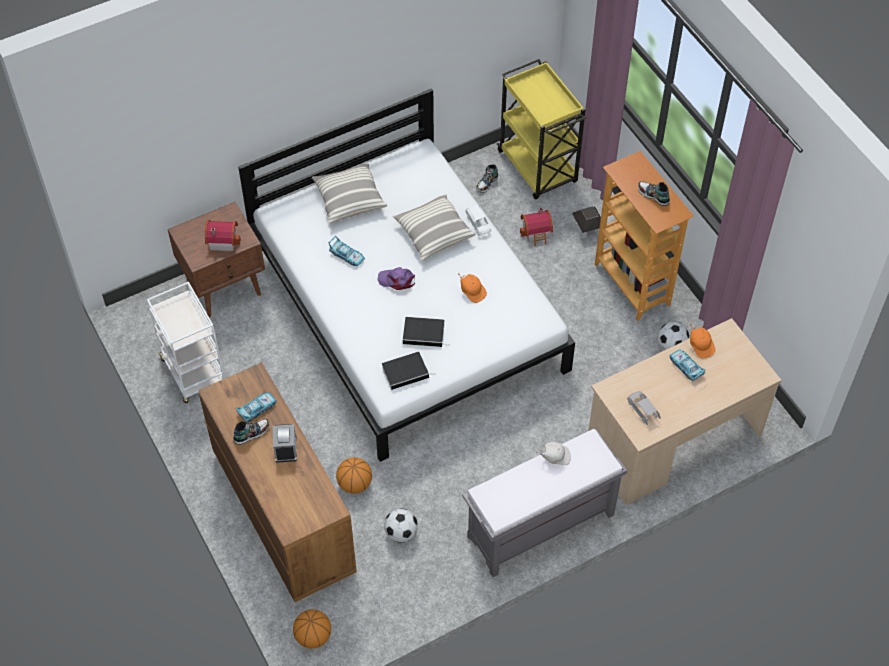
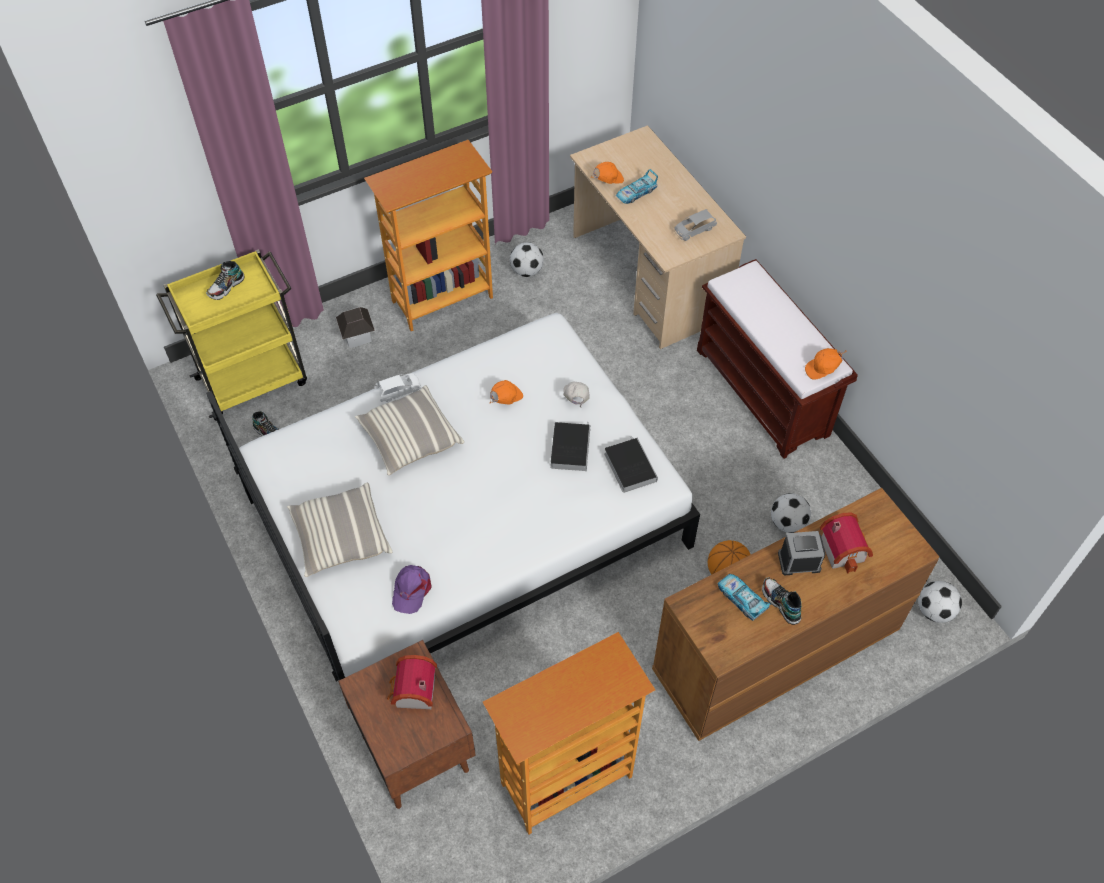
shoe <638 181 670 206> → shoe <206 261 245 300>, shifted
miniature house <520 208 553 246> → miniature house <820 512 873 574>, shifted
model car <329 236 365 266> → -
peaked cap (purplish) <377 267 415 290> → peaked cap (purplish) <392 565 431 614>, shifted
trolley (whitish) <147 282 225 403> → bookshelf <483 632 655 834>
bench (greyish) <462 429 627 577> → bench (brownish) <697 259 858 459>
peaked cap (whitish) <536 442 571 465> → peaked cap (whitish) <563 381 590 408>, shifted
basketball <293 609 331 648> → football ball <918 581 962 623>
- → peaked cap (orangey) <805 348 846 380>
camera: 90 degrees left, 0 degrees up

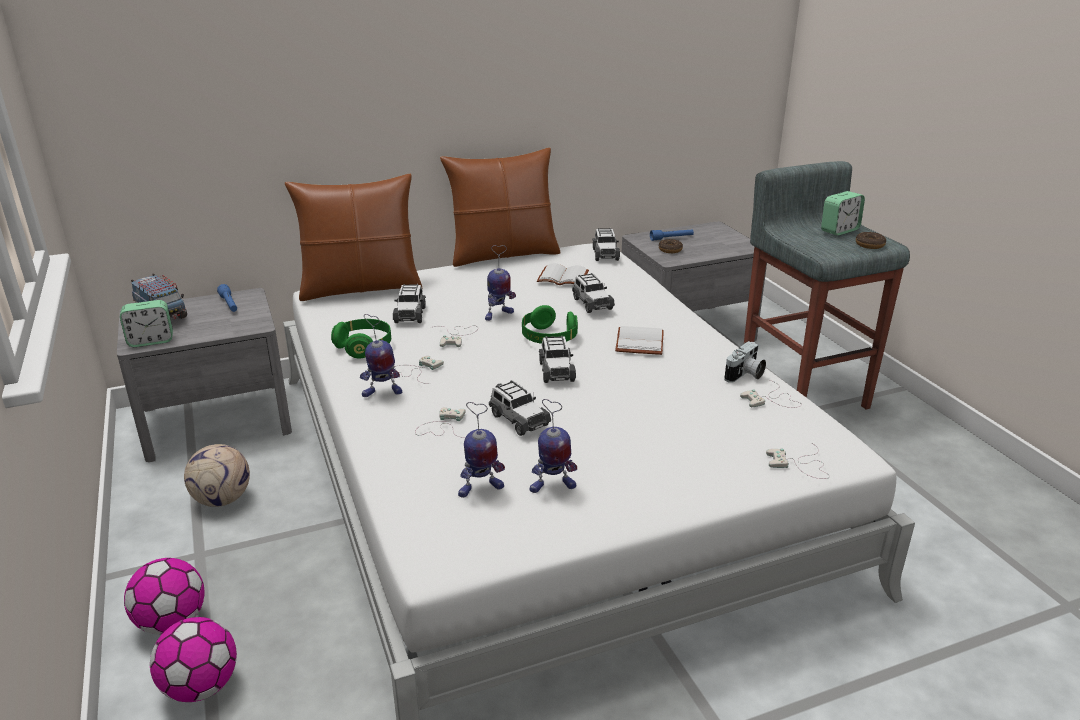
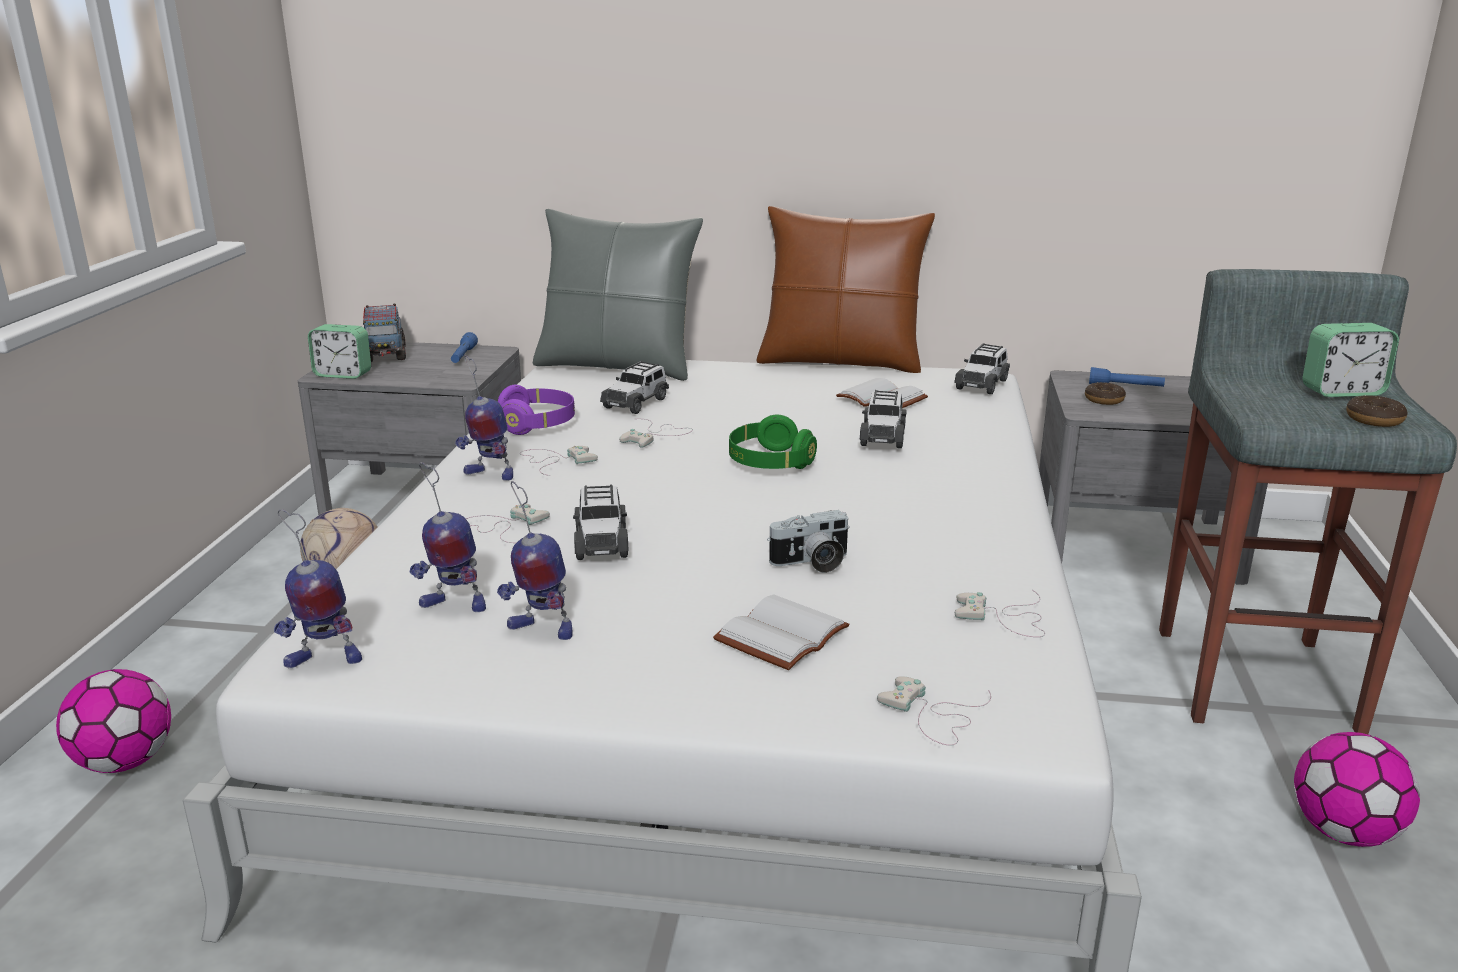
throw pillow (brownish) <285 174 422 301> → throw pillow (greyish) <533 209 703 381>
robot figure <485 245 516 321> → robot figure <274 509 362 668>, shifted
pair of headphones (green) <331 319 391 359> → pair of headphones (purplish) <497 385 575 435>
volume (whitish) <615 326 664 355> → volume (whitish) <713 594 850 670>, shifted
model car <539 336 576 383> → -
still camera <724 341 766 383> → still camera <767 510 850 573>, shifted
football ball <124 558 204 634> → football ball <1294 732 1420 847>, shifted
camera: 30 degrees right, 5 degrees down

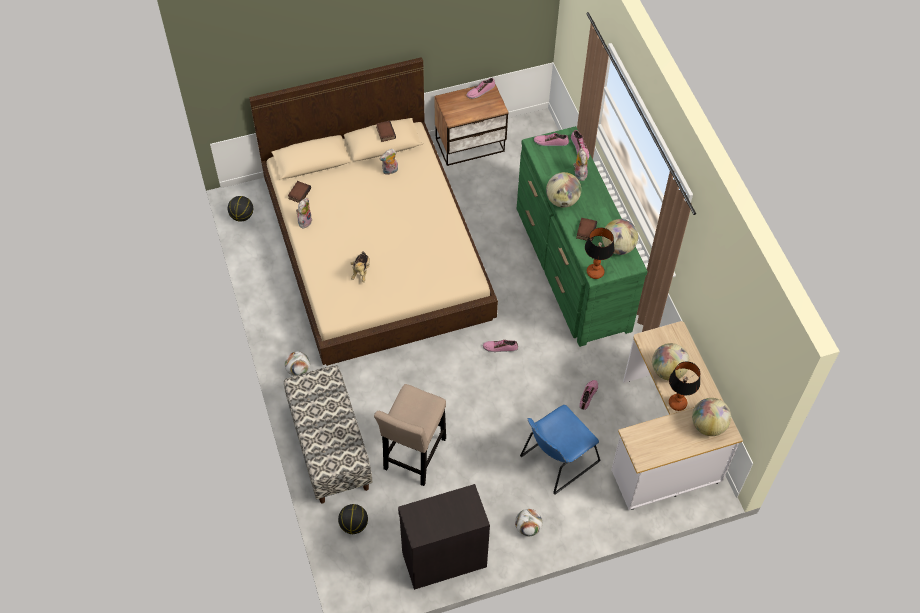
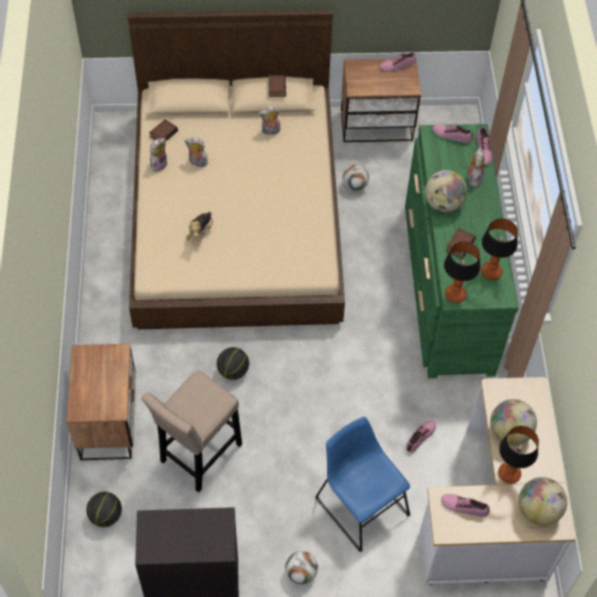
basketball <228 196 253 222> → basketball <217 347 249 380>, shifted
desk globe <602 219 638 255> → table lamp <481 219 518 280>
shoe <483 340 518 352> → shoe <441 494 490 517>, shifted
football ball <285 351 310 376> → football ball <342 165 369 191>, shifted
bench <284 365 372 504> → night table <67 344 136 460>
plain chair (blue) <520 405 600 495> → plain chair (blue) <315 417 411 552>, 75 degrees clockwise
- → soft toy <185 137 208 167>
camera: 15 degrees right, 0 degrees up

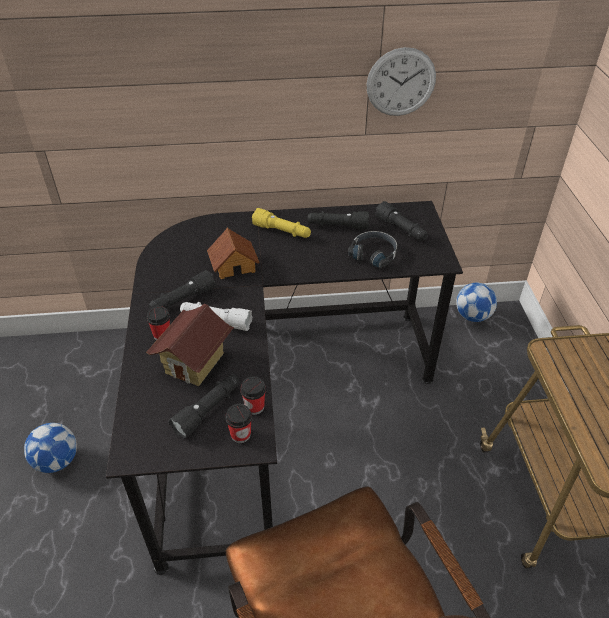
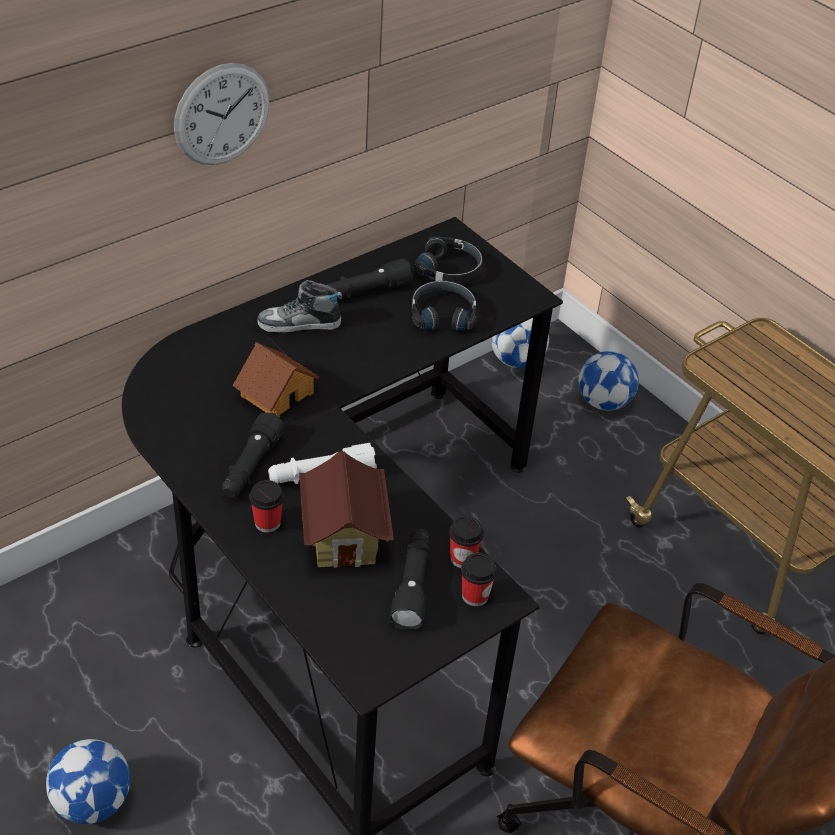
wall clock <366 47 436 116> → wall clock <174 63 270 165>, shifted
hand torch (black) <376 201 428 241> → pair of headphones (black) <414 237 482 284>
hand torch (yellow-coloured) <252 208 311 238> → shoe <257 280 342 333>
- → football ball <579 351 639 411>
camera: 35 degrees left, 0 degrees up

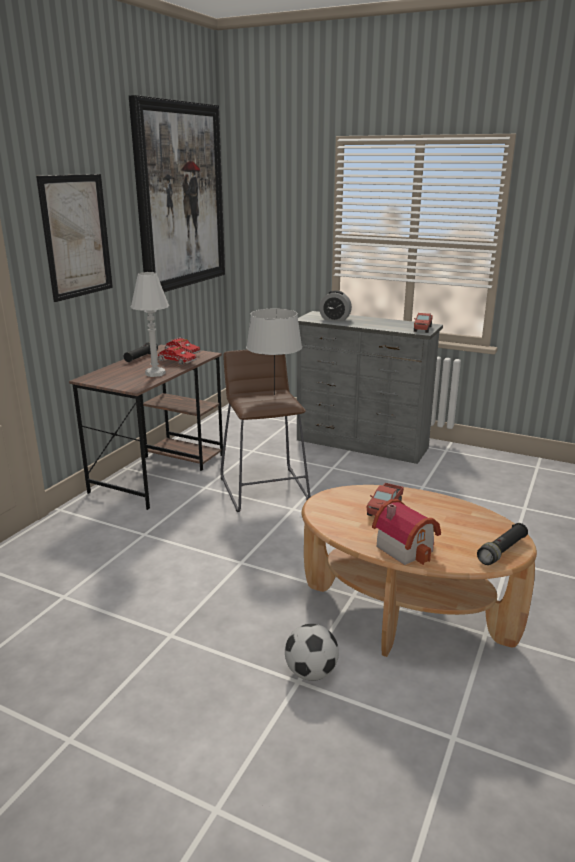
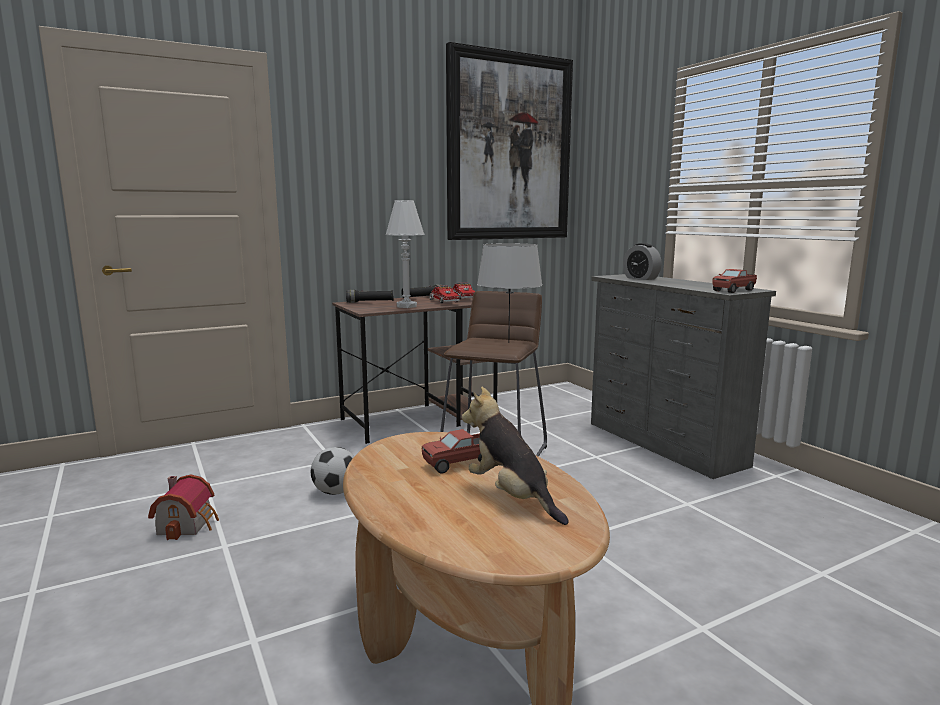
wall art <36 174 113 302> → -
miniature house <372 499 441 565> → miniature house <148 474 219 540>, shifted
hand torch (black) <477 523 528 565> → hand torch (black) <346 290 393 303>, shifted
football ball <285 624 339 681> → football ball <311 447 354 495>, shifted
- → soft toy <462 386 569 525>
camera: 35 degrees right, 10 degrees down

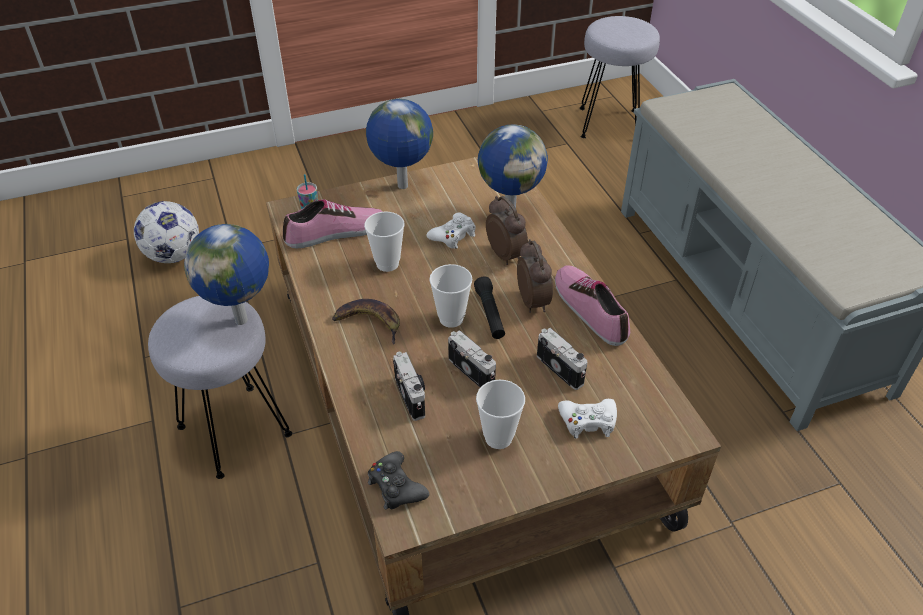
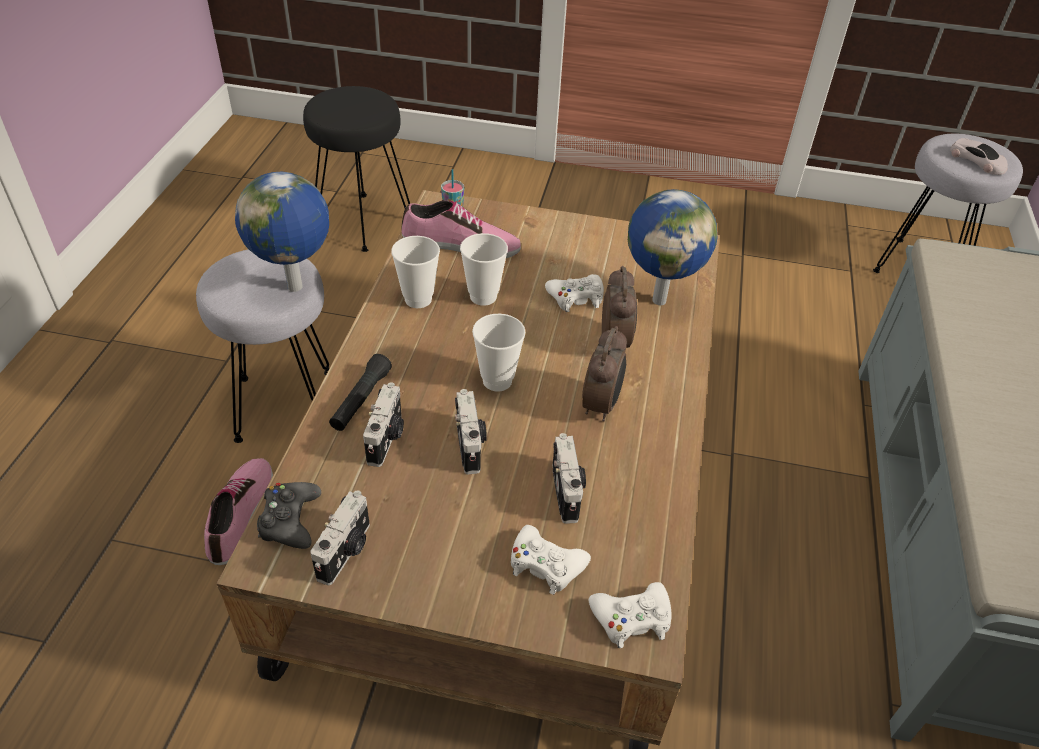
desk globe <366 99 433 189> → -
football ball <134 201 199 263> → sitting stool (black) <303 86 410 252>
shoe <555 265 630 346> → shoe <204 458 273 565>, shifted
hand torch (black) <474 277 505 339> → hand torch (black) <329 354 392 431>, shifted
whole banana <332 299 400 344> → -
cup <476 380 525 449> → cup <391 236 440 308>, shifted
- → model car (whitish) <950 138 1008 175>
- → still camera <310 490 370 585>
- → gamepad (whitish) <589 582 672 648>
camera: 30 degrees right, 0 degrees up

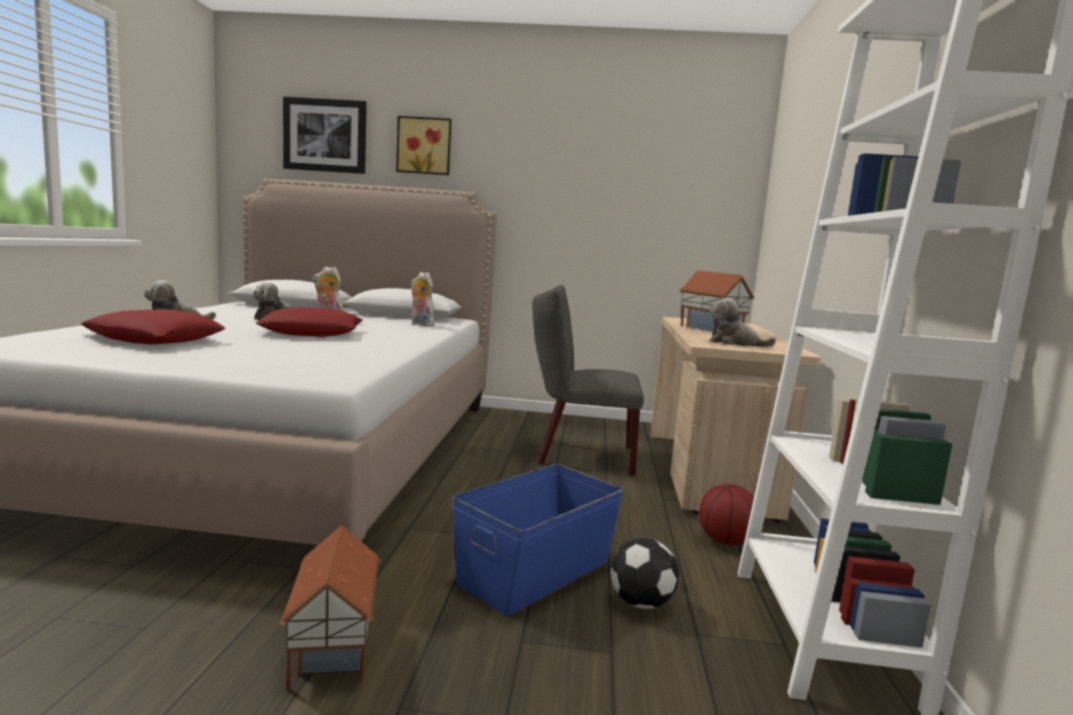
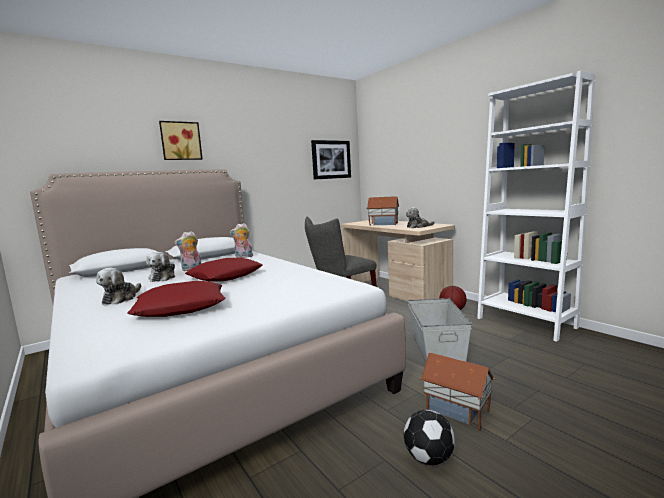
wall art <283 97 367 174> → wall art <311 140 351 180>, shifted
storage box (blue) <452 464 624 616> → storage box (greyish) <408 298 472 362>
football ball <610 538 679 609> → football ball <404 410 455 465>, shifted
camera: 40 degrees left, 0 degrees up

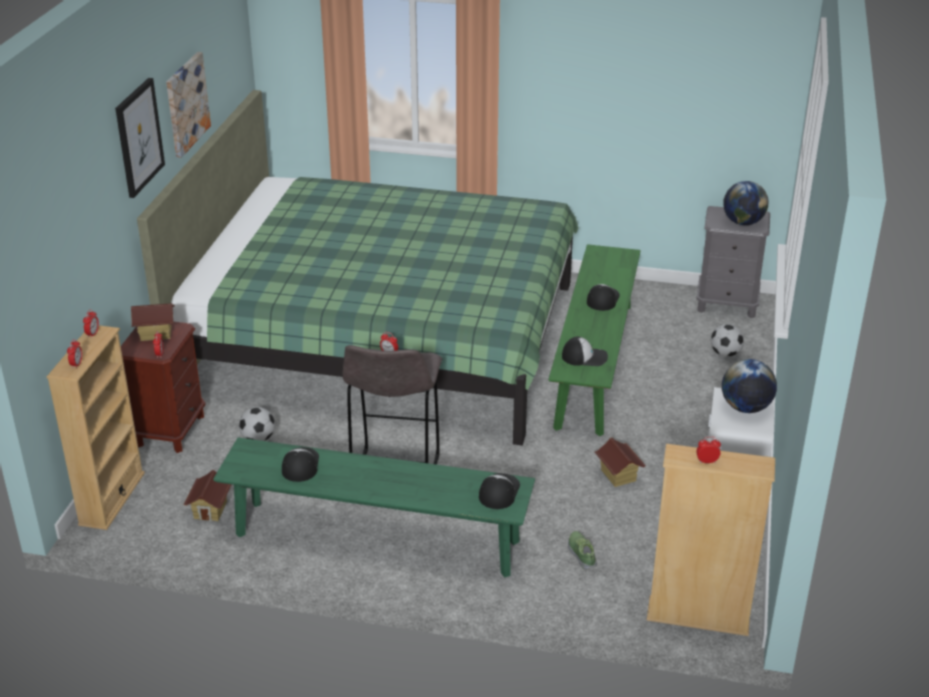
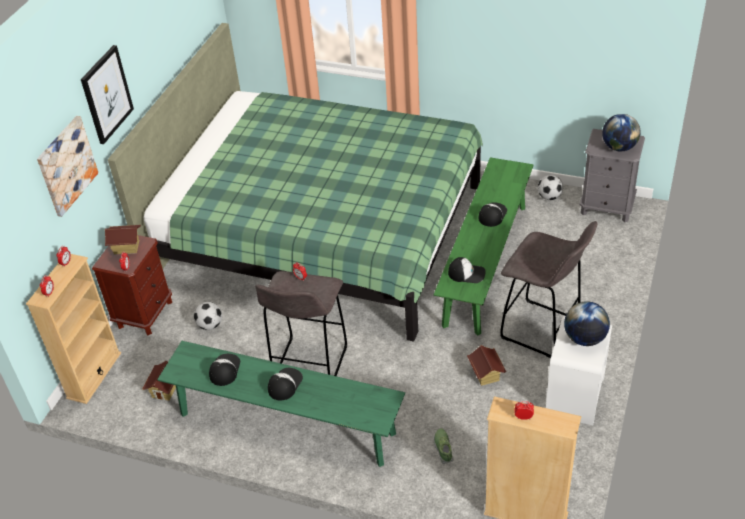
wall art <166 52 211 158> → wall art <37 116 98 217>, shifted
football ball <711 324 744 357> → football ball <538 175 563 200>, shifted
peaked cap <479 473 520 509> → peaked cap <268 368 303 401>, shifted
- → sitting stool (greyish) <500 221 597 358>
camera: 10 degrees right, 10 degrees up

